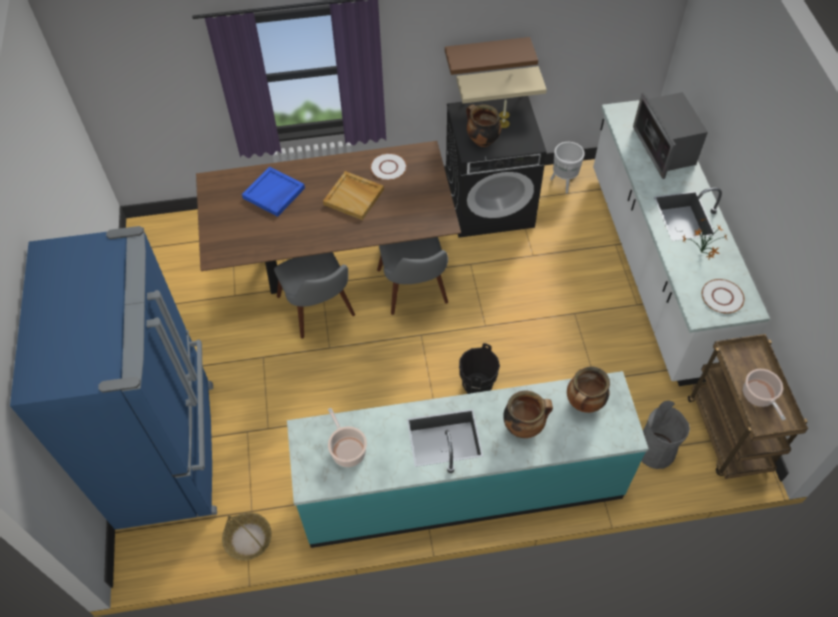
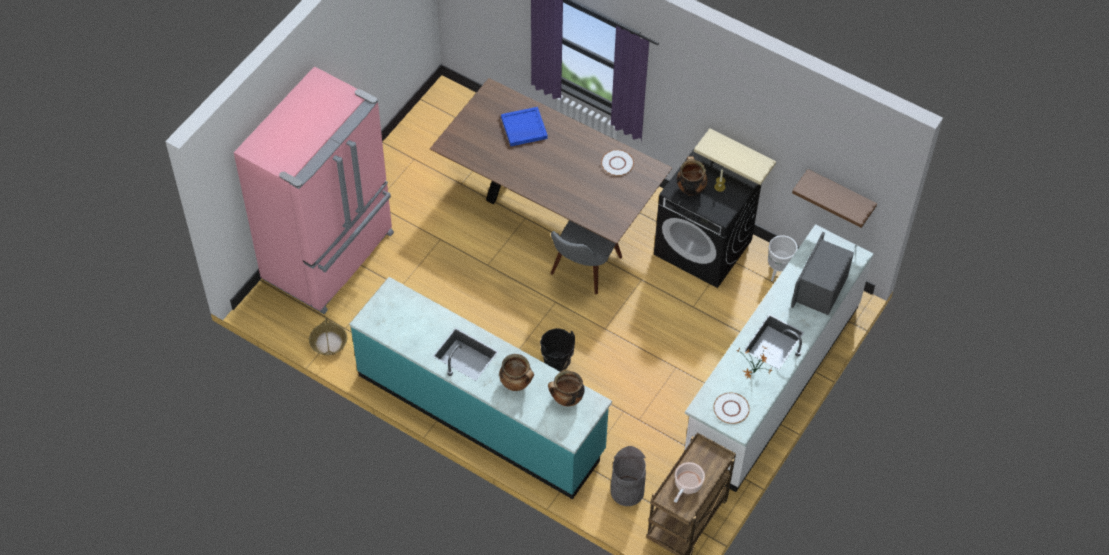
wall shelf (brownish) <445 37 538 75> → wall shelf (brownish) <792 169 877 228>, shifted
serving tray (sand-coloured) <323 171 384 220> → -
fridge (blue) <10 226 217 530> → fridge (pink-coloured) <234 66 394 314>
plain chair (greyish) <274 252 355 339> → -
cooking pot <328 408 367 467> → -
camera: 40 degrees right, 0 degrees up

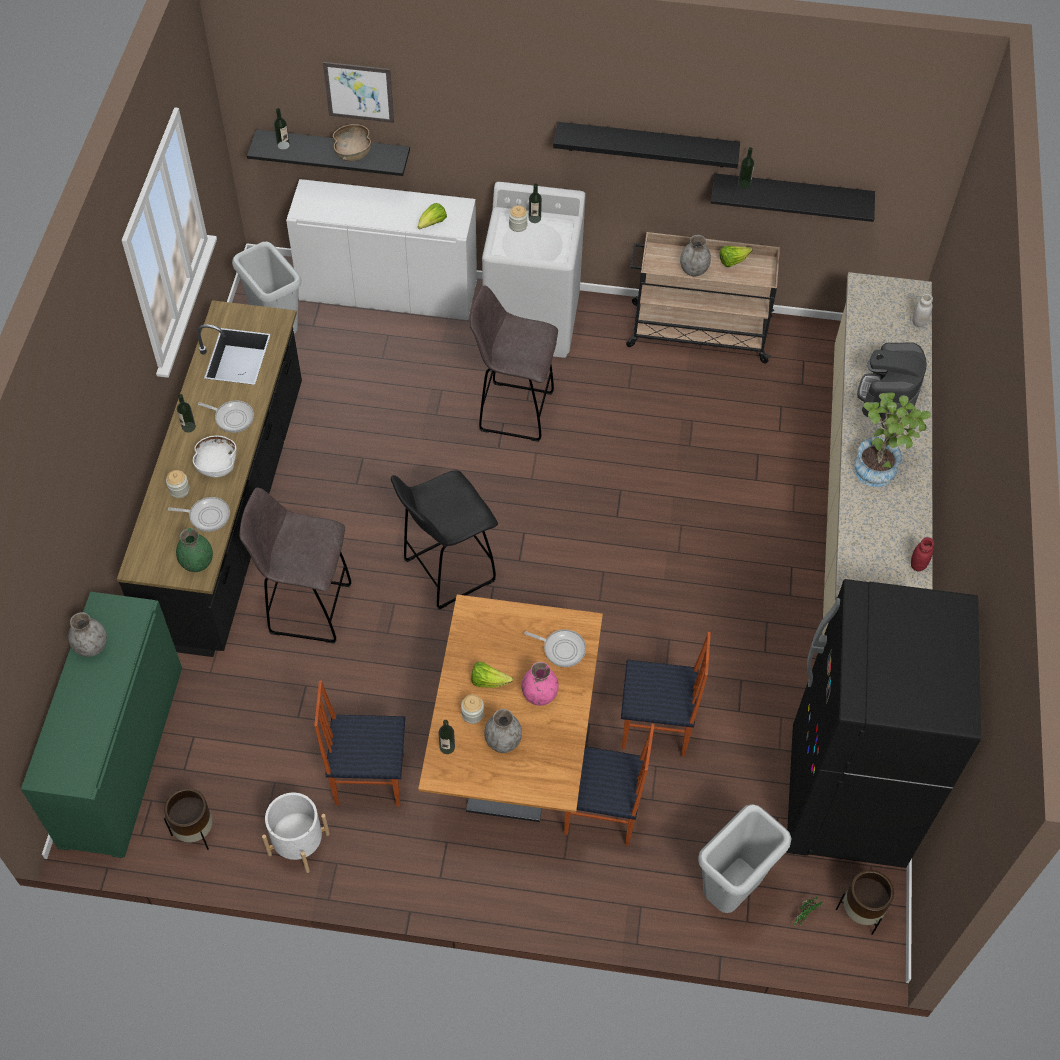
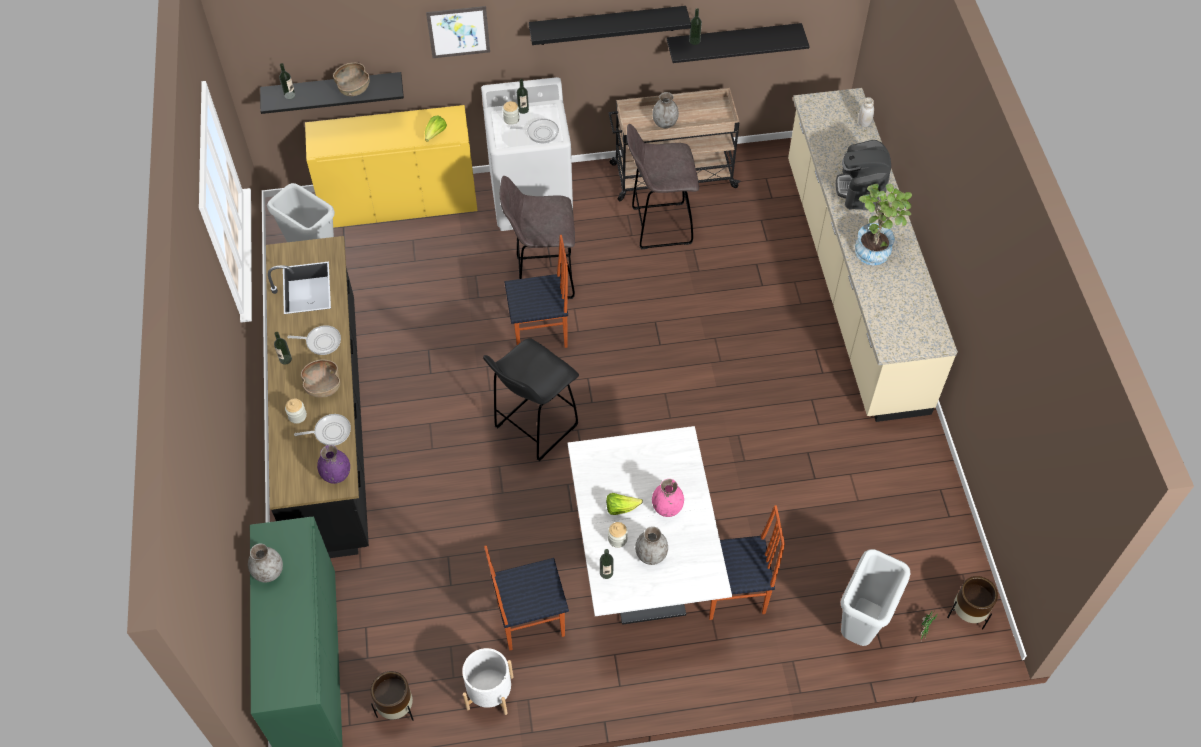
wall art <323 62 394 123> → wall art <426 6 490 58>, shifted
storage cabinet (whitish) <286 179 477 320> → storage cabinet (yellow-coloured) <305 105 478 228>
head of lettuce <719 246 753 267> → -
deep dish (whitish) <193 435 237 478> → deep dish (brownish) <301 359 340 398>
sitting stool (greyish) <239 488 351 644> → sitting stool (greyish) <627 124 699 249>, shifted
decorative vase (green) <176 528 213 572> → decorative vase (purplish) <317 445 350 484>
preserve jar (red-coloured) <911 537 934 571> → -
fridge (black) <787 579 981 868> → -
dining table (brownish) <418 595 603 822> → dining table (whitish) <568 426 732 625>
pan <524 629 586 667> → pan <510 119 559 143>, shifted
plain chair <621 632 711 756> → plain chair <504 235 568 348>, shifted
camera: 15 degrees left, 0 degrees up

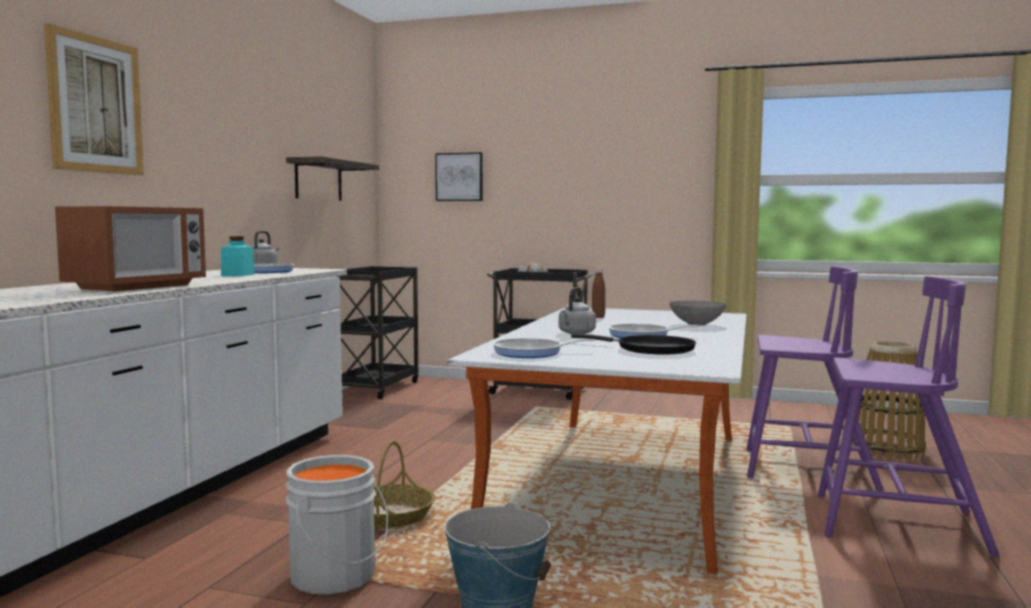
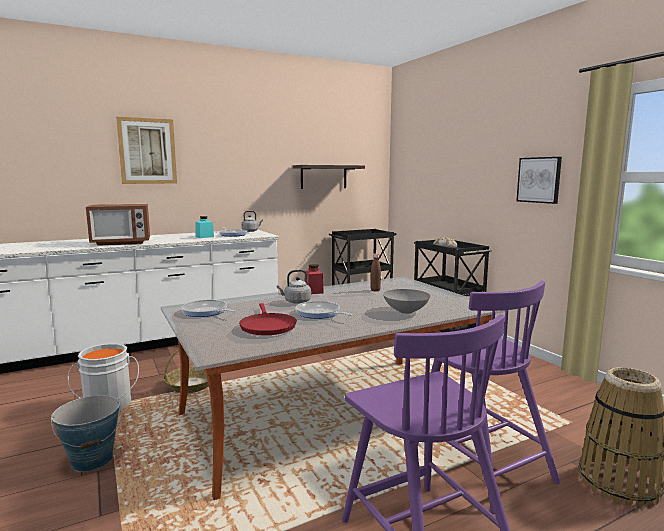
wall art <435 152 483 201> → wall art <516 157 562 204>, shifted
pan (black) <571 334 696 355> → pan (red-coloured) <239 303 297 335>
- → preserve jar (red-coloured) <305 264 324 294>
camera: 45 degrees right, 5 degrees up

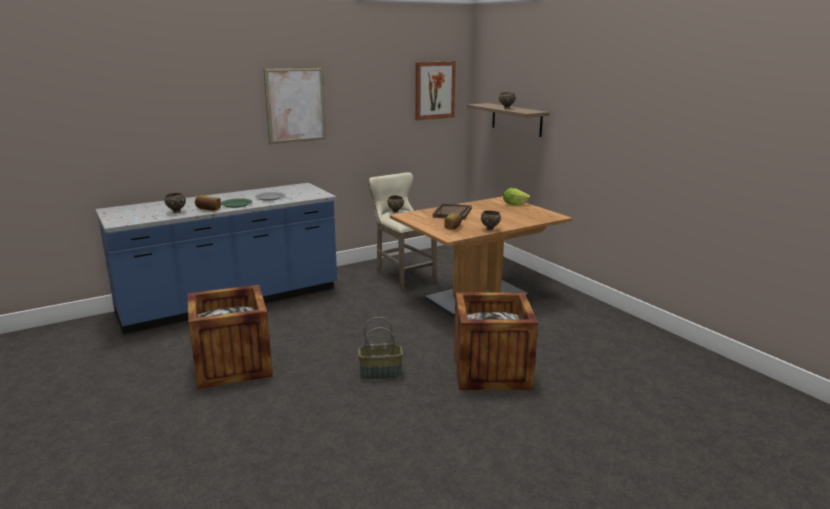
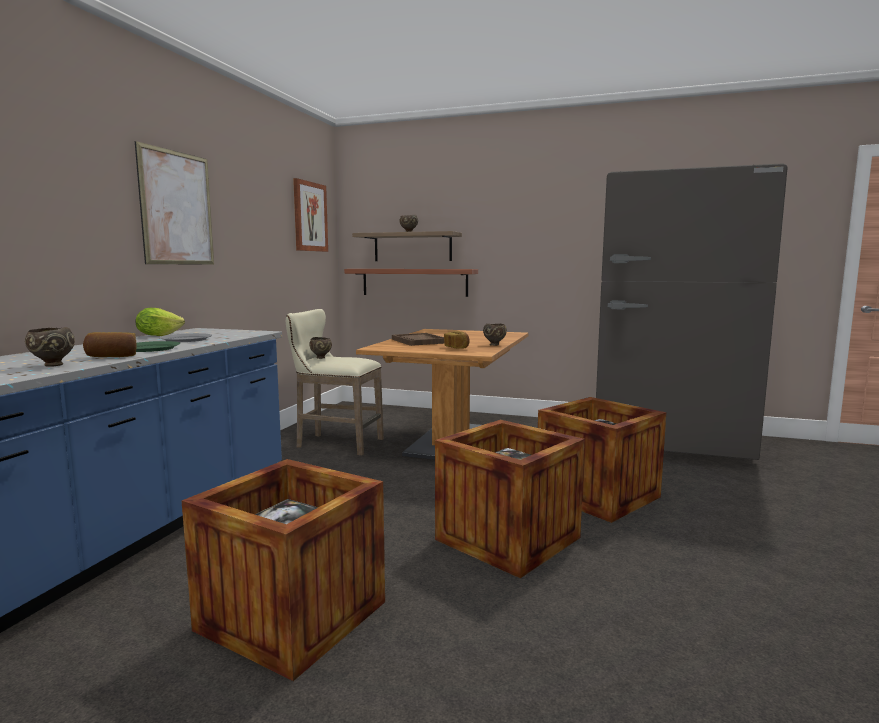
head of lettuce <503 188 531 206> → head of lettuce <135 308 185 336>, shifted
household basket <358 317 403 380> → crate <435 420 585 578>
- → fridge (greyish) <596 163 788 460>
- → wall shelf <344 269 478 297>
camera: 40 degrees left, 10 degrees down

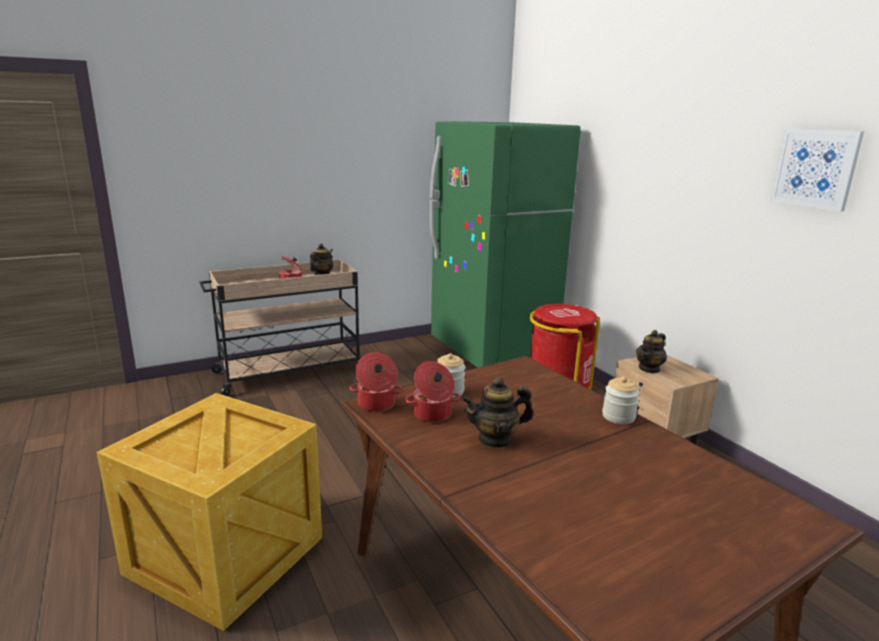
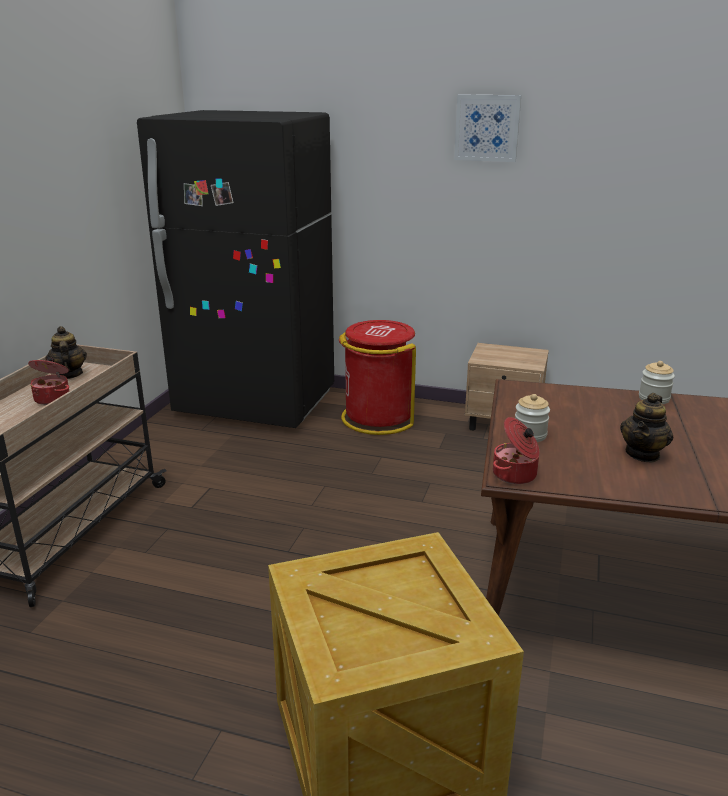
fridge (green) <429 121 581 368> → fridge (black) <137 110 334 428>
wall art <770 129 864 212> → wall art <454 94 521 162>, shifted
pot for tea <636 330 667 374> → -
cooking pot <405 361 460 422> → -
camera: 45 degrees left, 5 degrees up

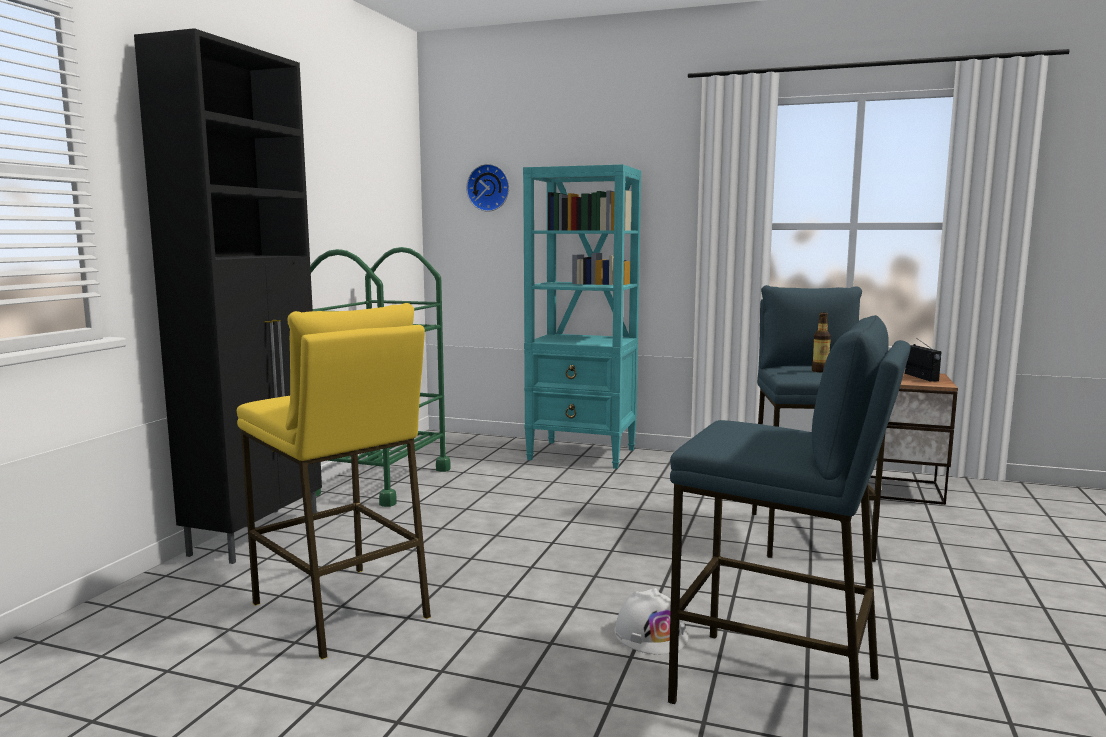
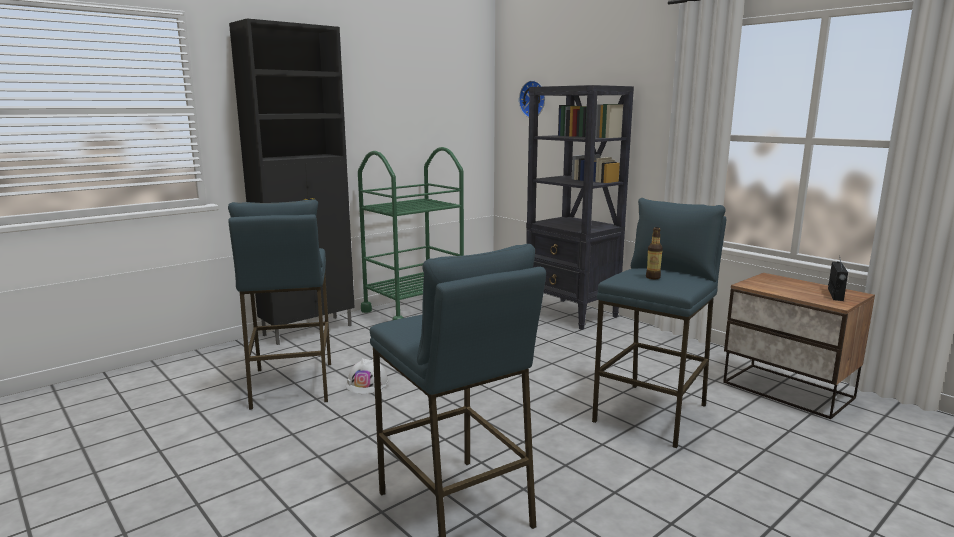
bookshelf (blue-green) <523 164 641 469> → bookshelf (black) <526 85 634 330>
sitting stool (yellow-coloured) <237 303 431 659> → sitting stool (blue) <228 199 331 410>
safety helmet (whitish) <614 588 688 655> → safety helmet (whitish) <346 358 388 394>, shifted
camera: 30 degrees right, 5 degrees up

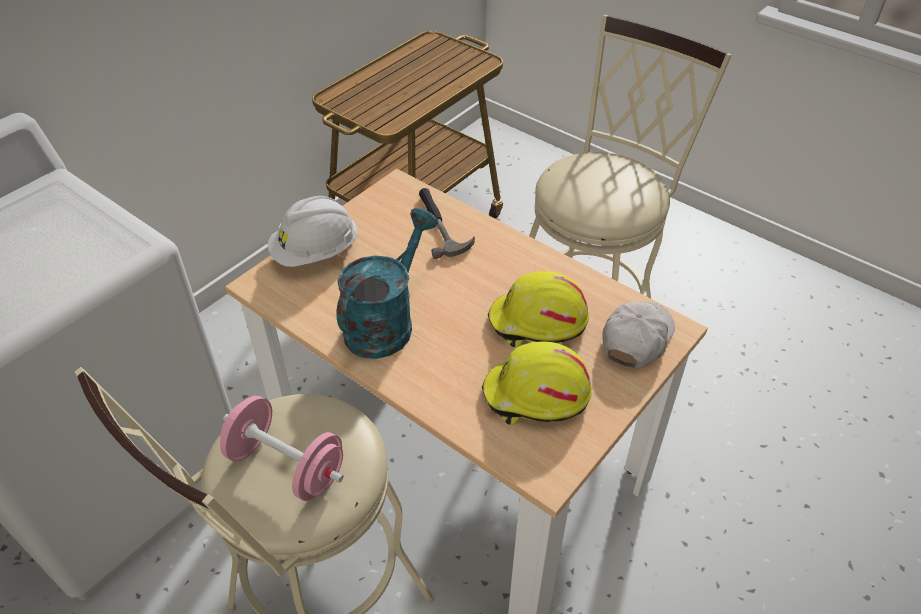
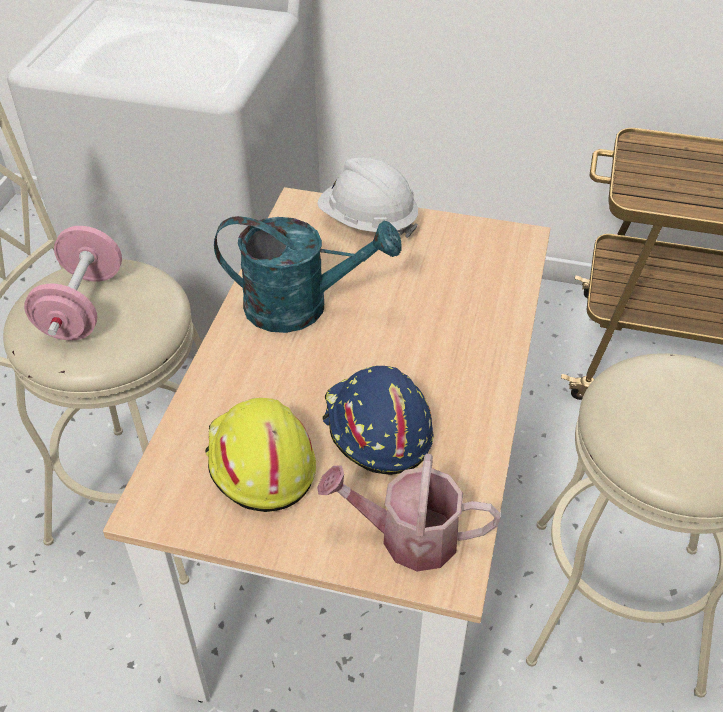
hammer <419 188 475 259> → -
safety helmet (yellow-coloured) <488 271 589 348> → safety helmet (blue) <322 366 434 475>
peaked cap (whitish) <602 302 675 369> → watering pot <317 454 501 571>
camera: 65 degrees right, 0 degrees up

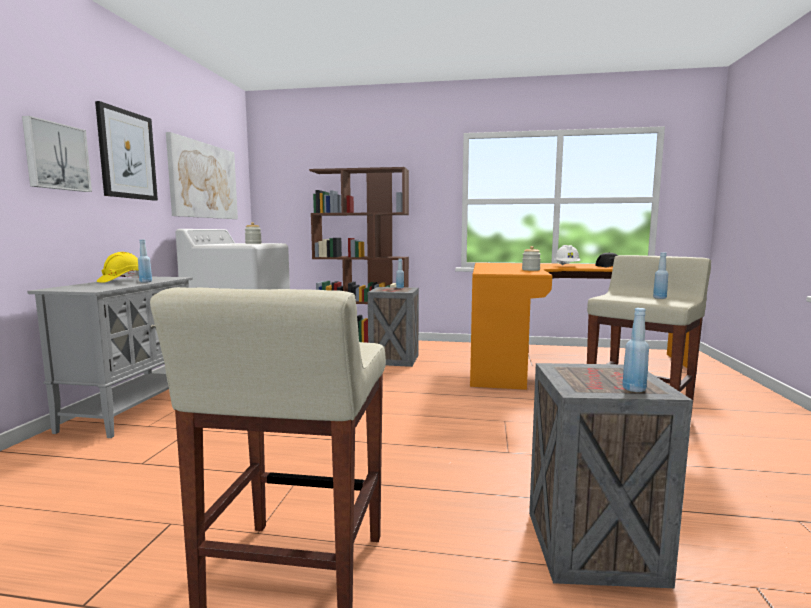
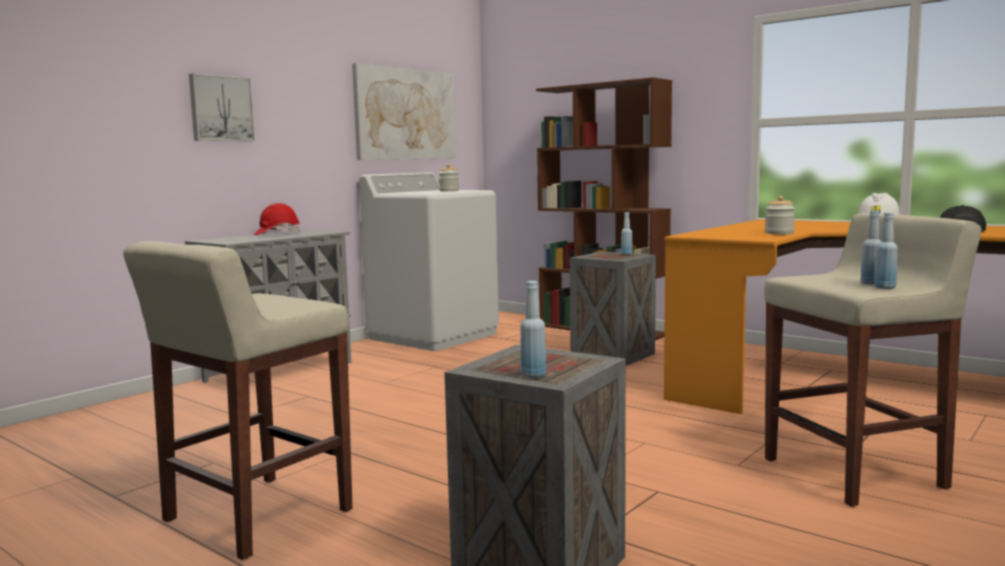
wall art <95 101 158 201> → -
beverage bottle (blue) <138 240 152 283> → beverage bottle (blue) <874 212 898 289>, shifted
safety helmet (yellow-coloured) <97 252 139 283> → safety helmet (red-coloured) <254 203 300 235>
camera: 30 degrees right, 0 degrees up

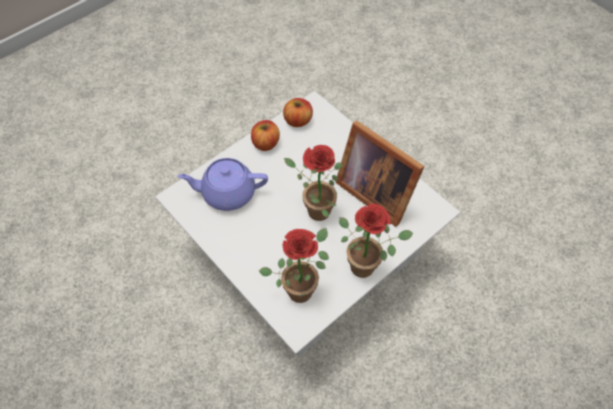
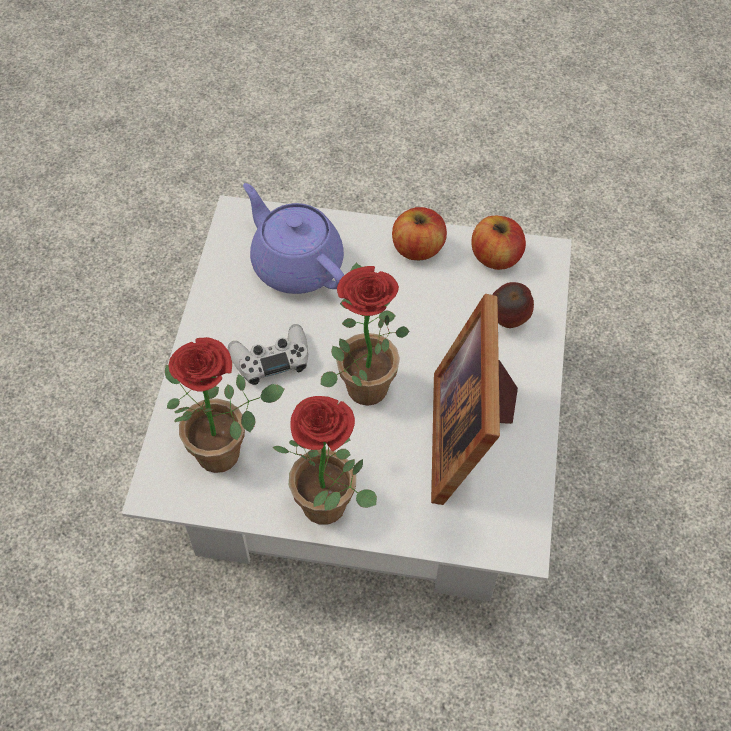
- → apple <492 282 534 328>
- → gamepad (whitish) <228 324 308 385>
camera: 50 degrees right, 0 degrees up

